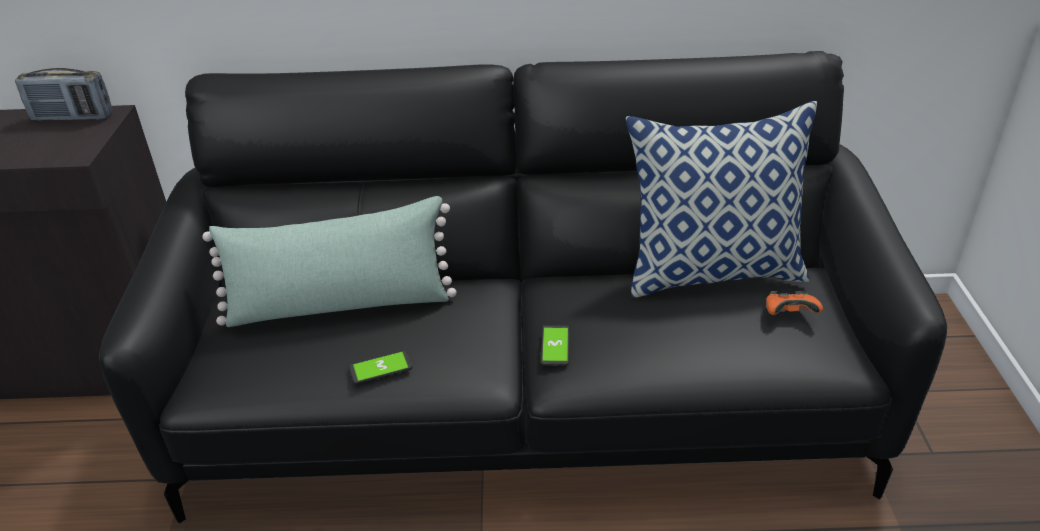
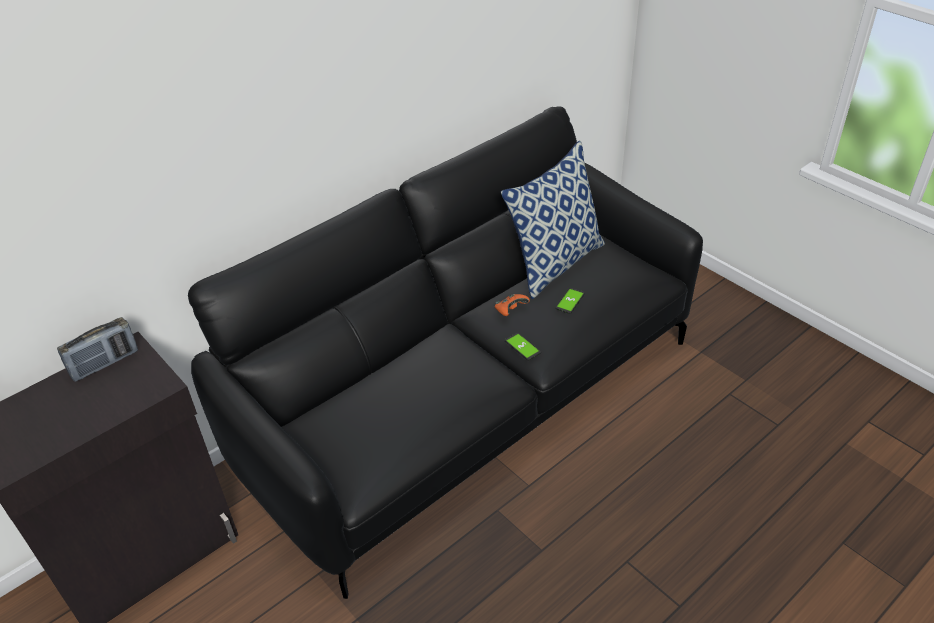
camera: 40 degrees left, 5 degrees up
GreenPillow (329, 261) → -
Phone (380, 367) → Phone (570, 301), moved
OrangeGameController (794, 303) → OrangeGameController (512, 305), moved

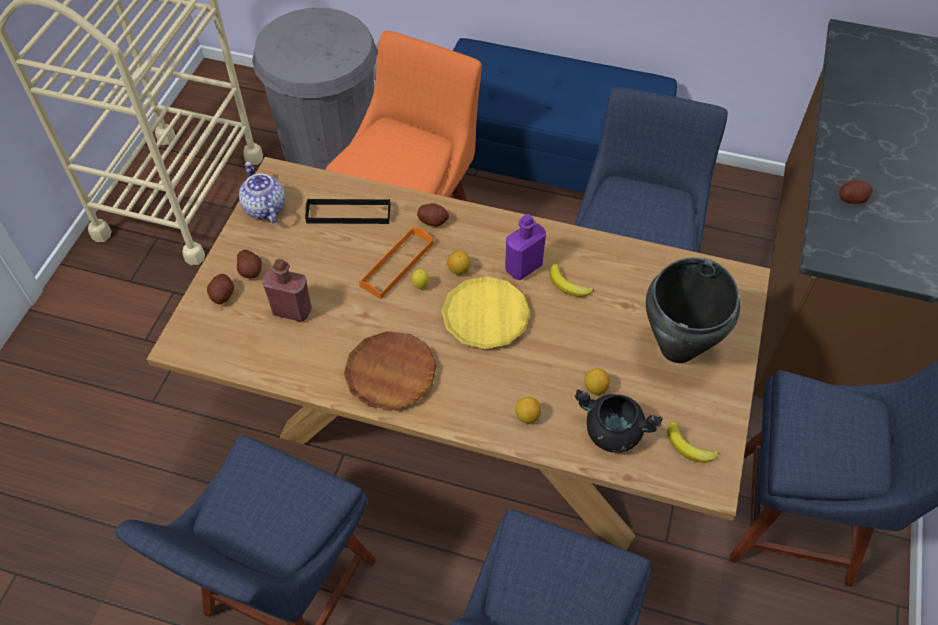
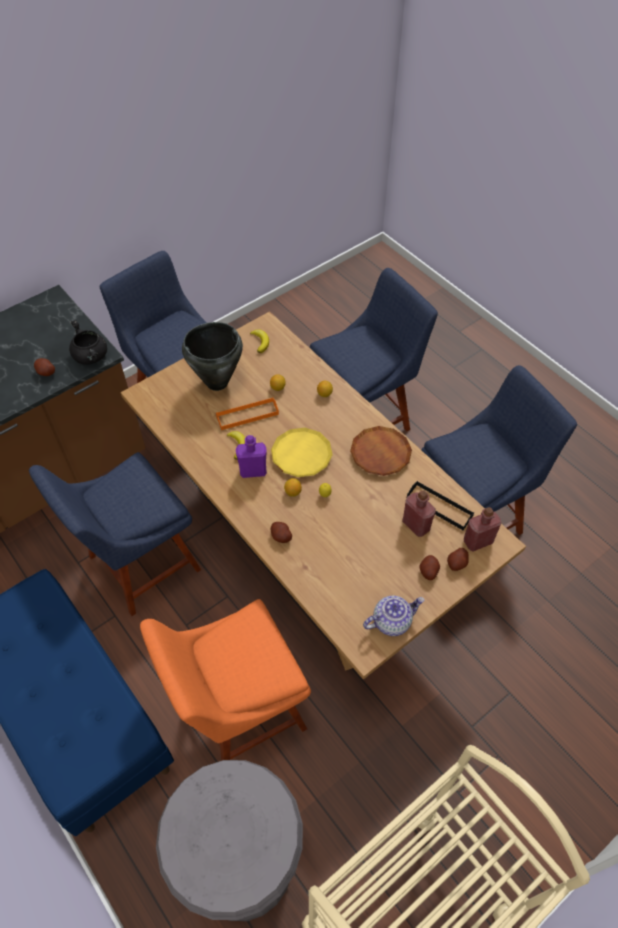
camera: 145 degrees left, 0 degrees up
- → RedBottle (483, 529)
BlackTray (348, 211) → BlackTray (440, 505), moved
OrangeTray (396, 263) → OrangeTray (247, 413), moved
BlackCookingPot (619, 421) → BlackCookingPot (88, 342), moved
Teapot (262, 192) → Teapot (393, 616), 120 degrees counterclockwise

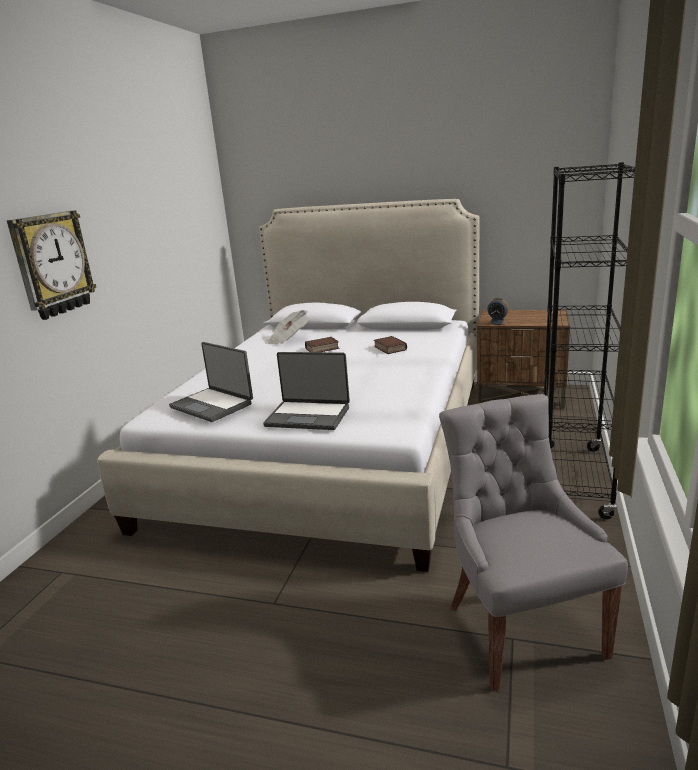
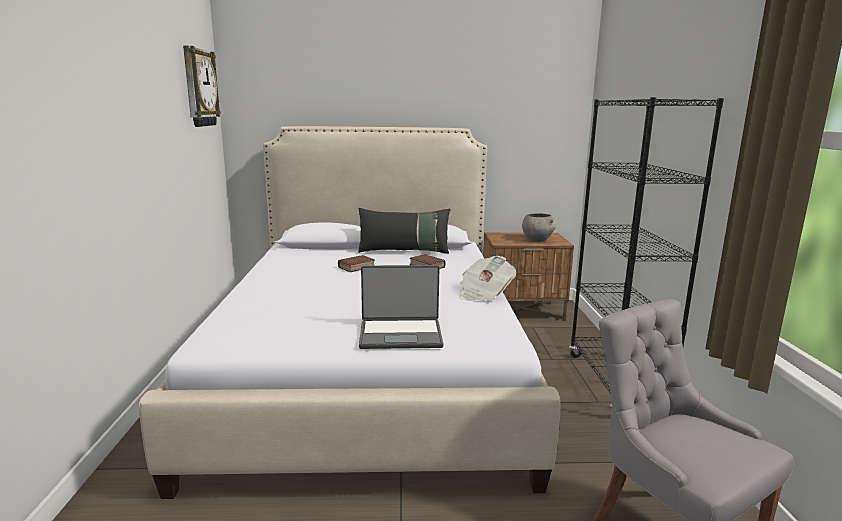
camera: 20 degrees left, 5 degrees down
Laptop (211, 382) → -
AlarmClock (498, 311) → -
- → BlackPillow (404, 231)
- → GreyBowl (539, 227)
WallClock (52, 265) → WallClock (202, 86), moved
Newspaper (287, 327) → Newspaper (487, 278), moved

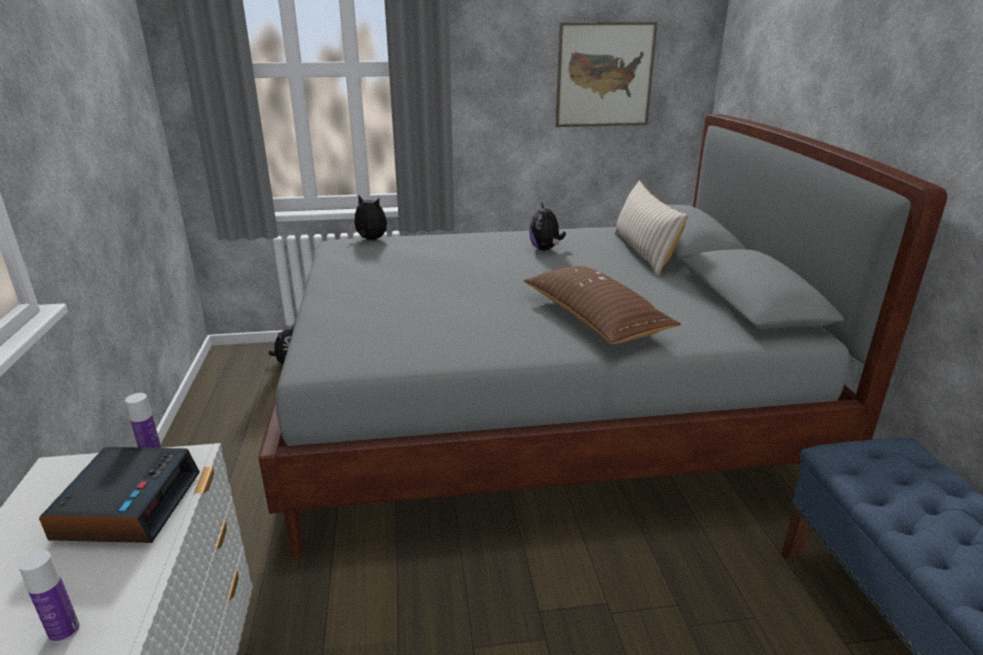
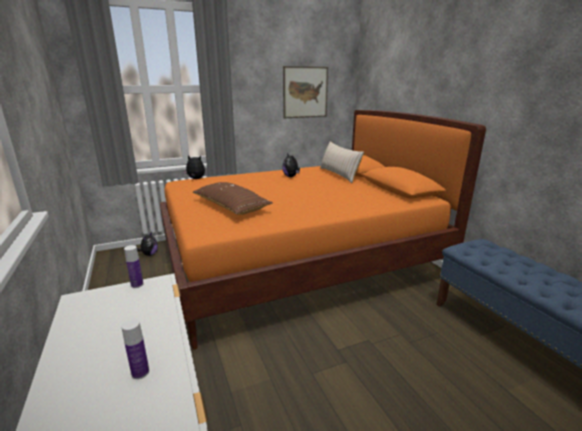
camera: 15 degrees left, 5 degrees down
AlarmClock (119, 495) → -
BrownPillow (602, 305) → BrownPillow (233, 198), moved
GreyBed (603, 335) → OrangeBed (323, 230)

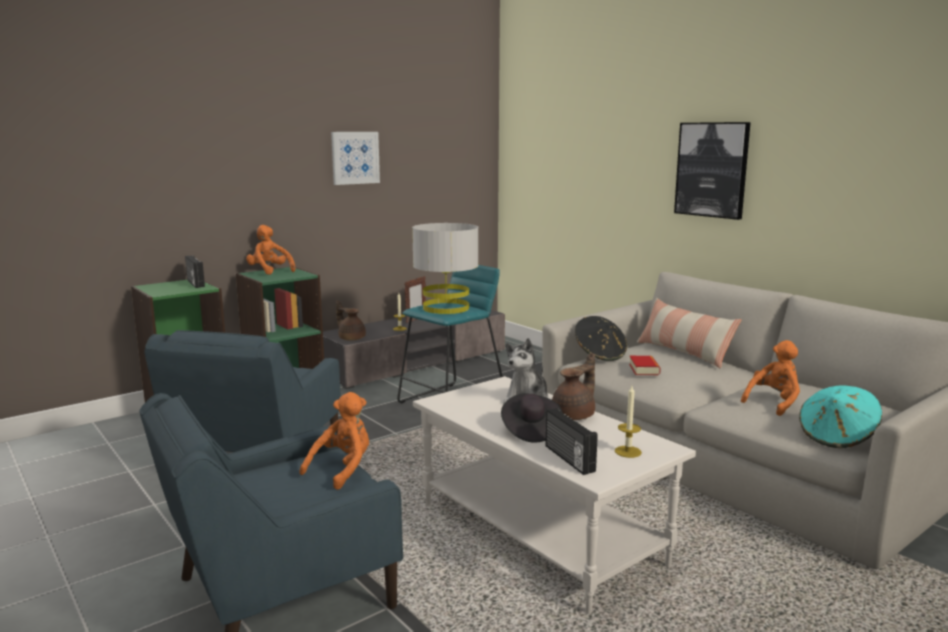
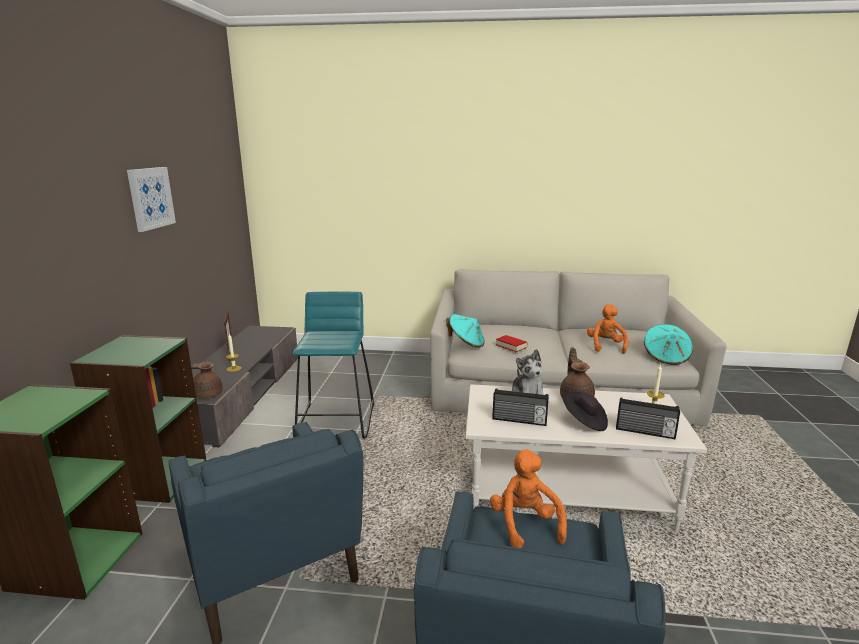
camera: 45 degrees left, 5 degrees up
OrangePlushToy (271, 250) → -
GreyTableLamp (445, 268) → -
Pillow (689, 333) → -
Picture (712, 171) → -
Radio (195, 271) → Radio (520, 407), moved
BlackHat (601, 338) → TurquoiseHat (465, 331)

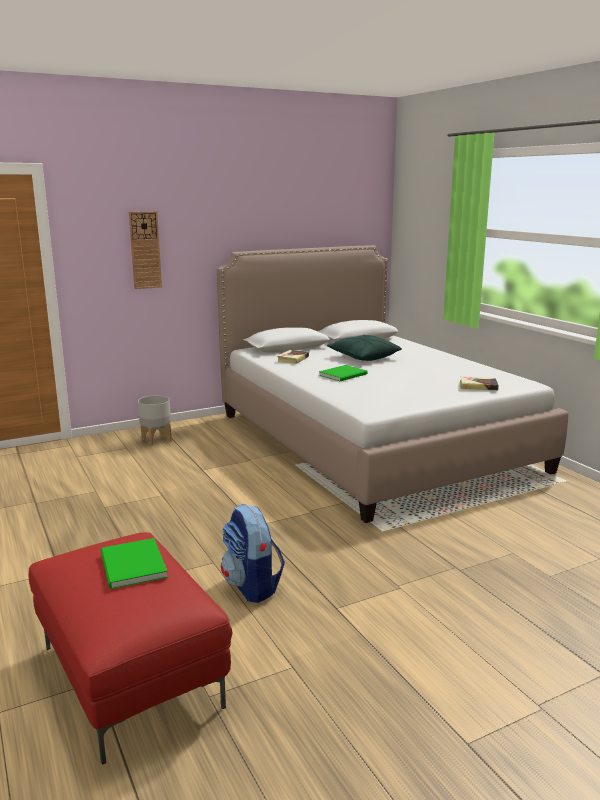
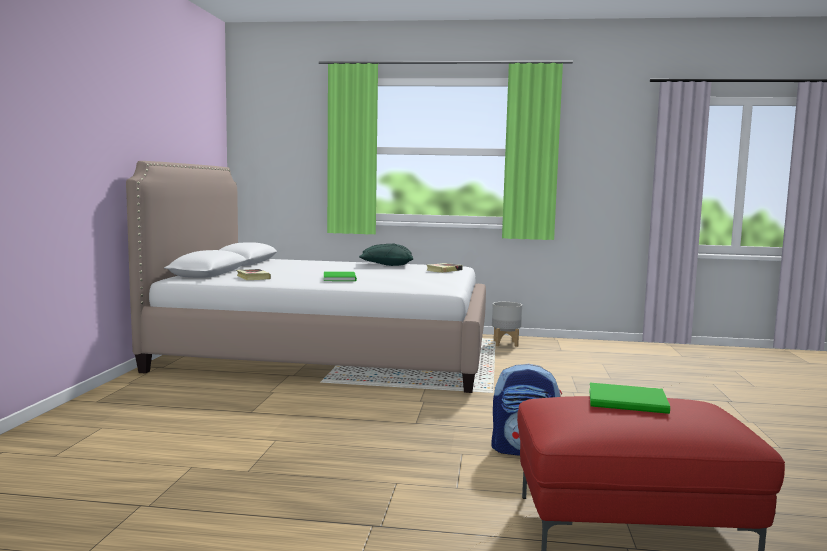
camera: 55 degrees left, 10 degrees down
WallClock (145, 250) → -
GreyPlanter (155, 420) → GreyPlanter (507, 324), moved
GreenPillow (364, 348) → GreenPillow (386, 255), moved

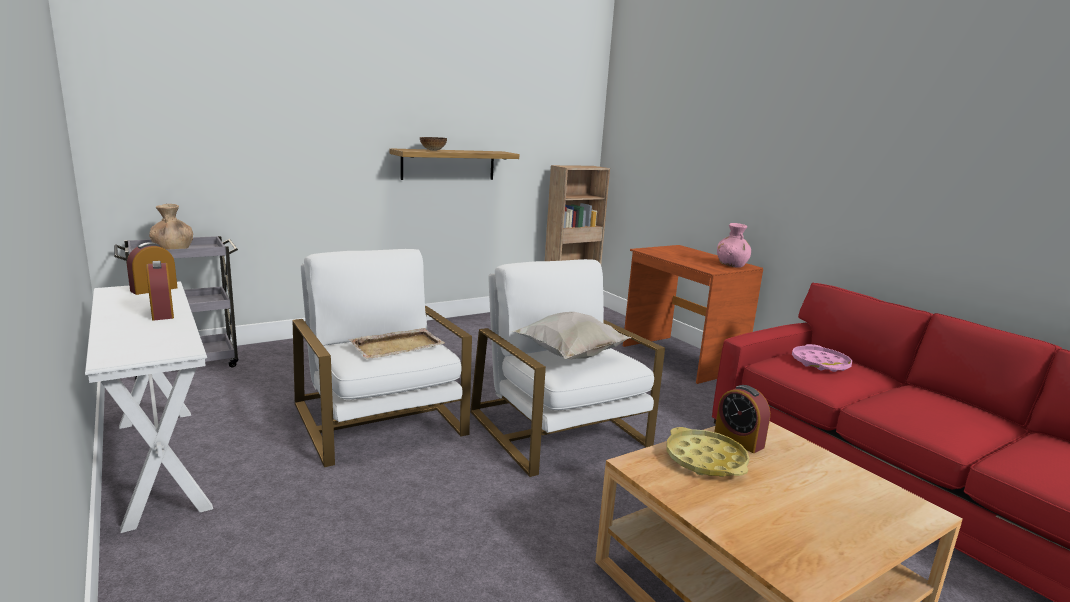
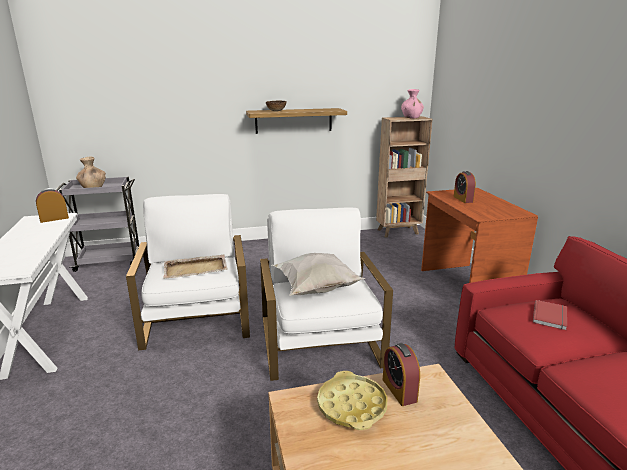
camera: 20 degrees right, 5 degrees up
AlarmClock (160, 290) → AlarmClock (465, 187), moved
PinkVase (734, 245) → PinkVase (412, 104), moved
PinkTray (822, 358) → RedBook (550, 315)

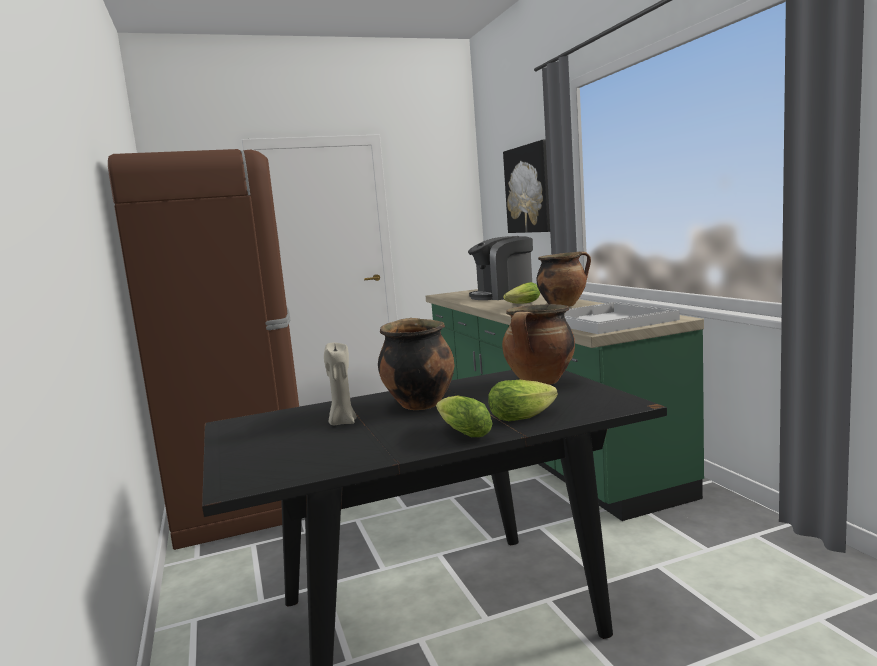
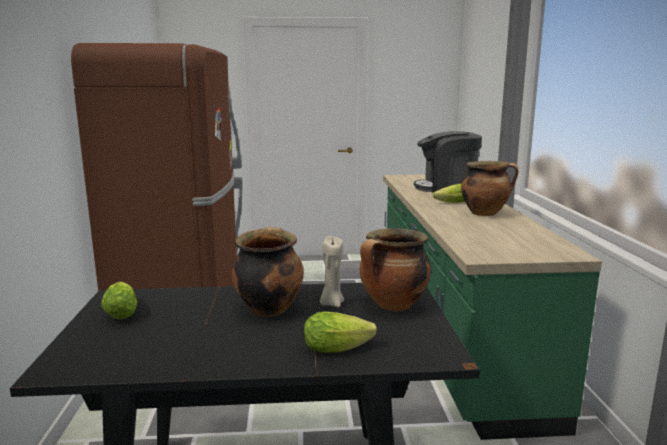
camera: 15 degrees right, 5 degrees up
Picture (526, 186) → -
WhiteTray (622, 318) → -
BeigeCandle (340, 384) → BeigeCandle (332, 271), moved
Lettuce (464, 416) → Lettuce (119, 301), moved

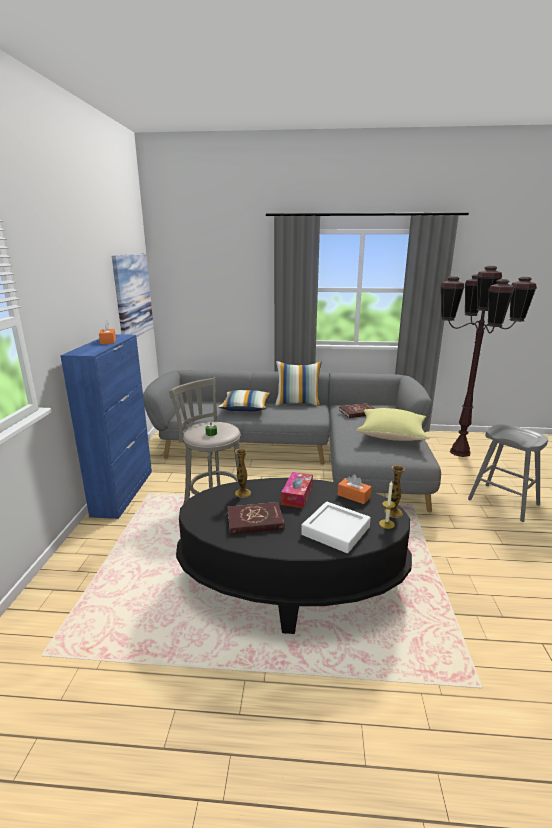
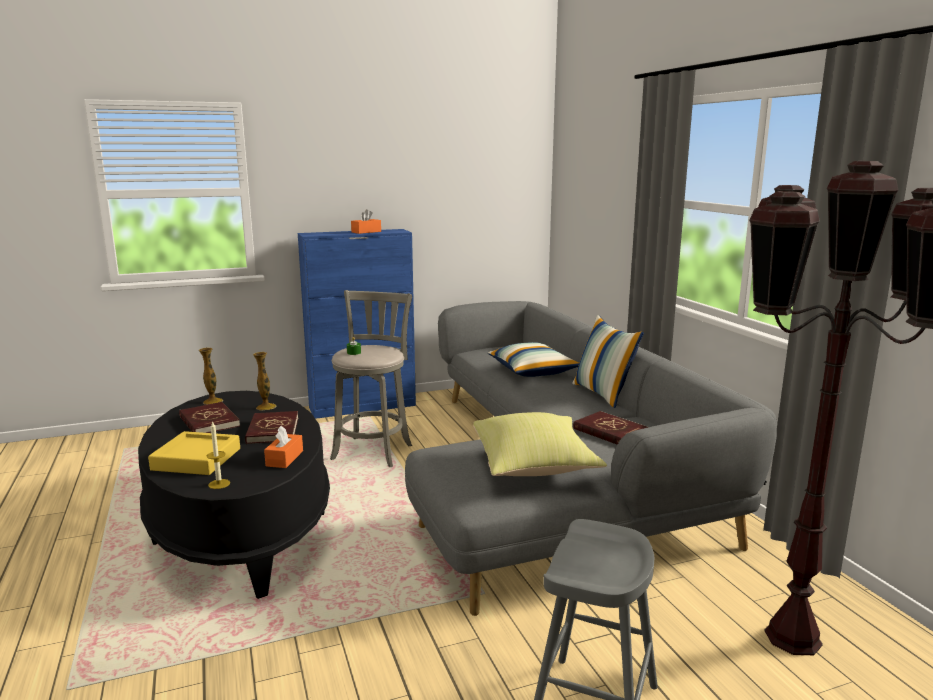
camera: 65 degrees right, 5 degrees down
Picture (133, 295) → -
Vase (395, 491) → Vase (211, 376), moved
TissueBox (297, 490) → RedBook (271, 427)
WhiteTray (336, 527) → YellowTray (194, 453)

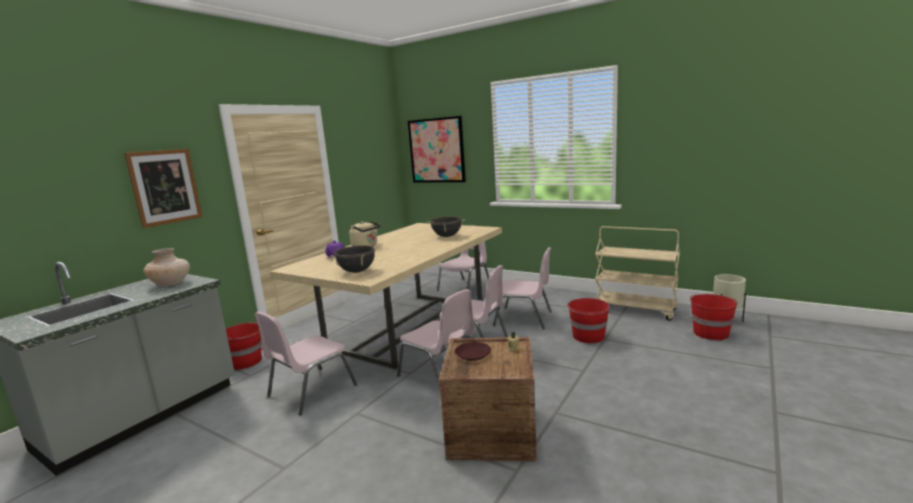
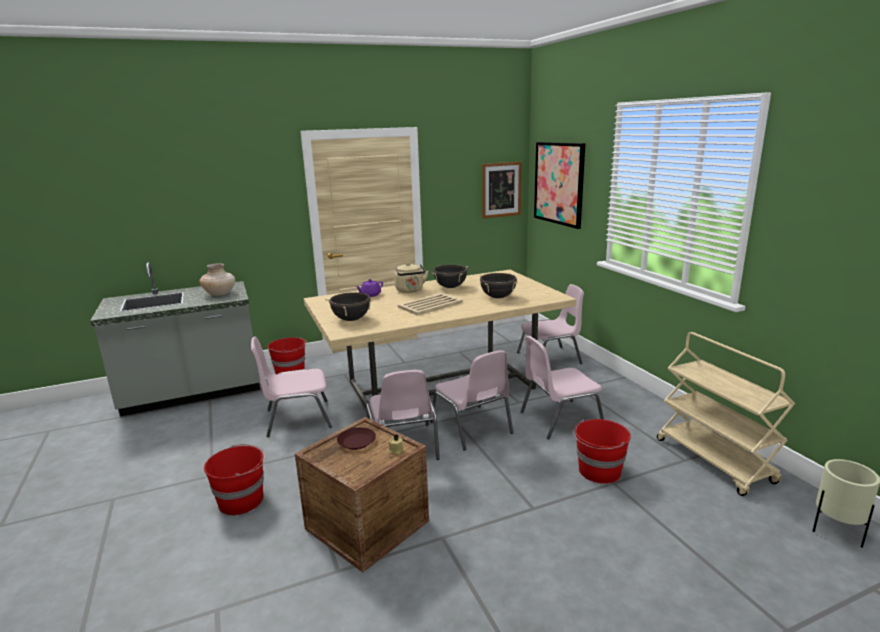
camera: 35 degrees right, 5 degrees up
- → BeigeTray (430, 304)
- → BlackCookingPot (450, 276)
Picture (163, 188) → Picture (502, 190), moved
RedBucket (714, 317) → RedBucket (235, 479), moved
PinkChair (522, 288) → PinkChair (562, 387), 105 degrees clockwise

